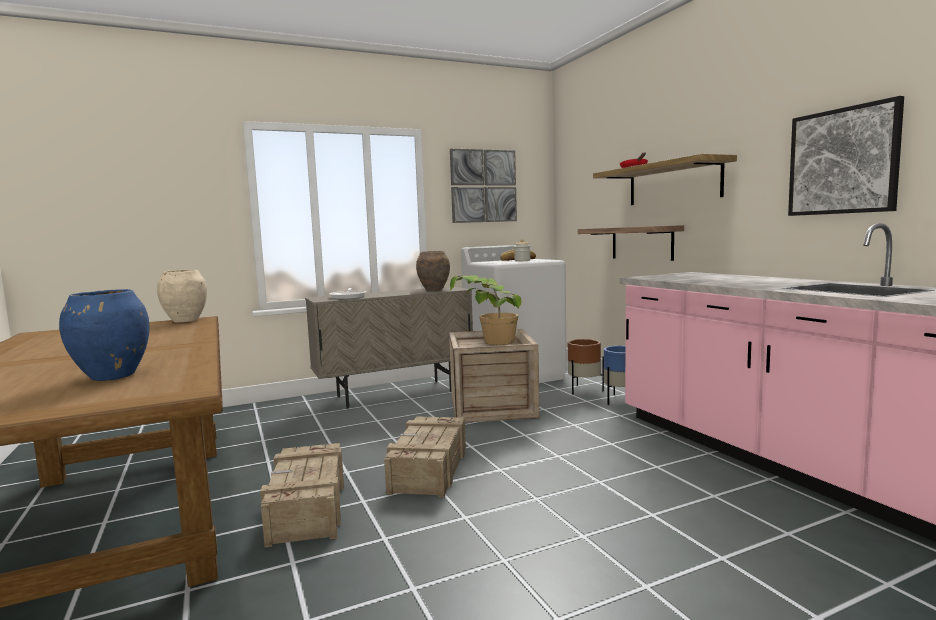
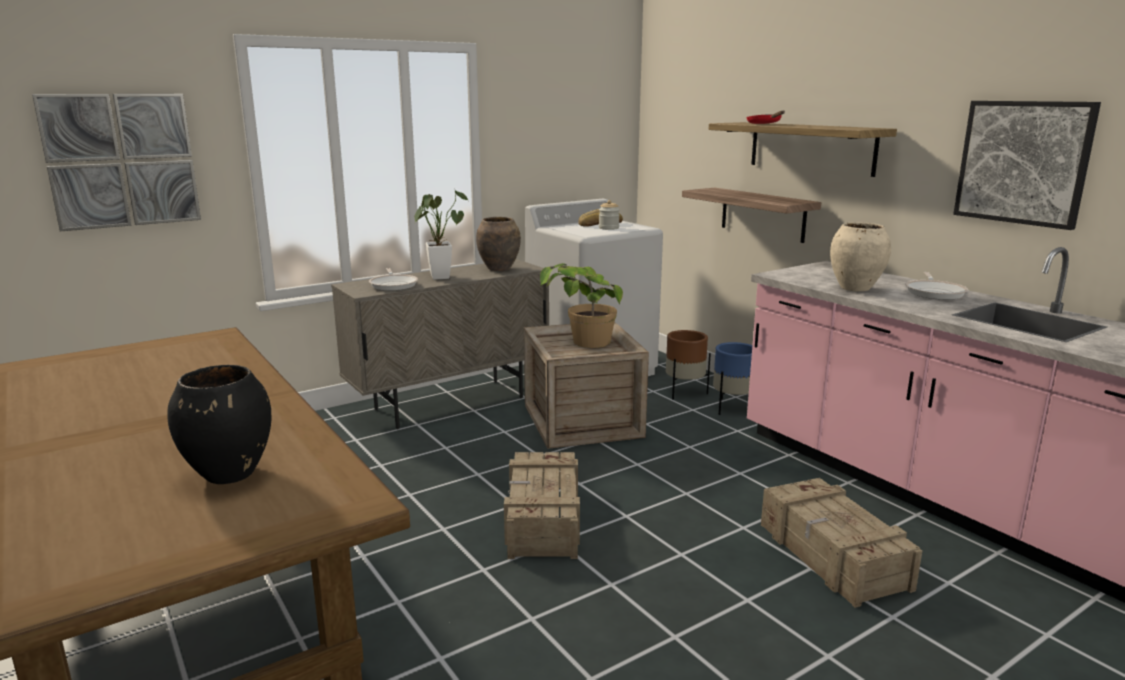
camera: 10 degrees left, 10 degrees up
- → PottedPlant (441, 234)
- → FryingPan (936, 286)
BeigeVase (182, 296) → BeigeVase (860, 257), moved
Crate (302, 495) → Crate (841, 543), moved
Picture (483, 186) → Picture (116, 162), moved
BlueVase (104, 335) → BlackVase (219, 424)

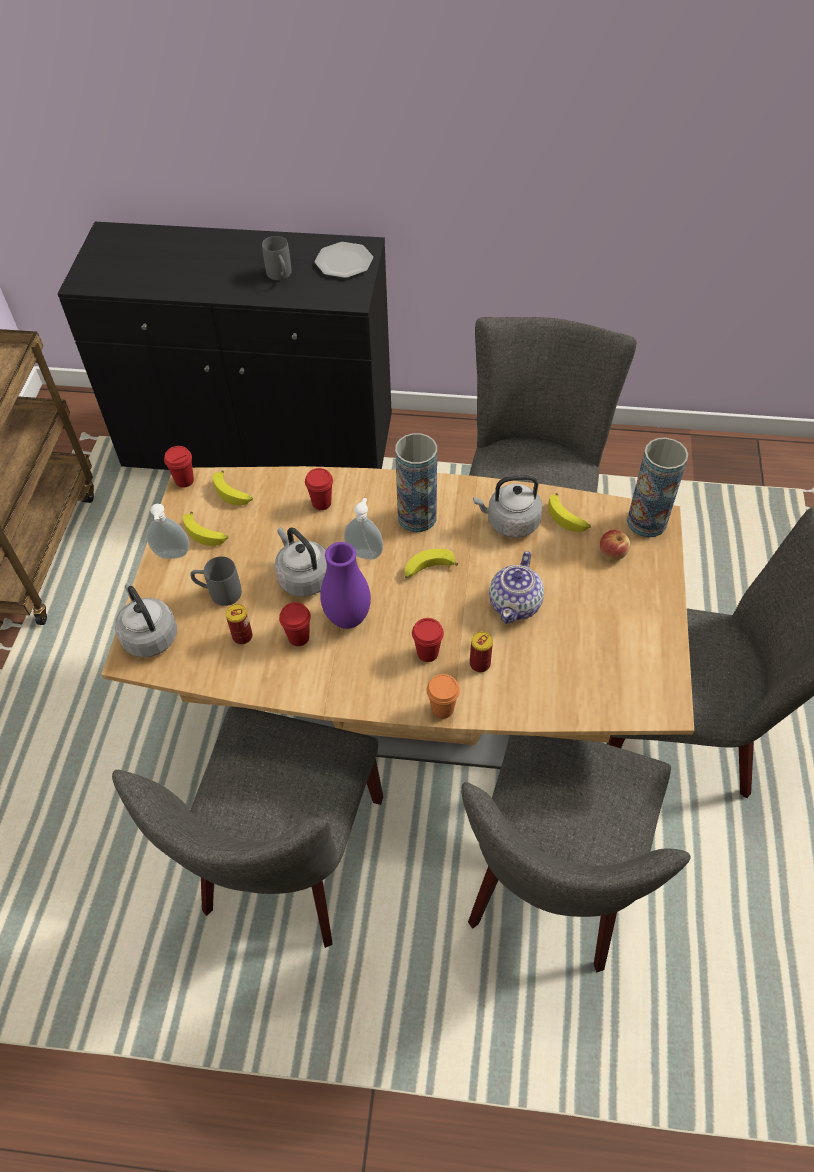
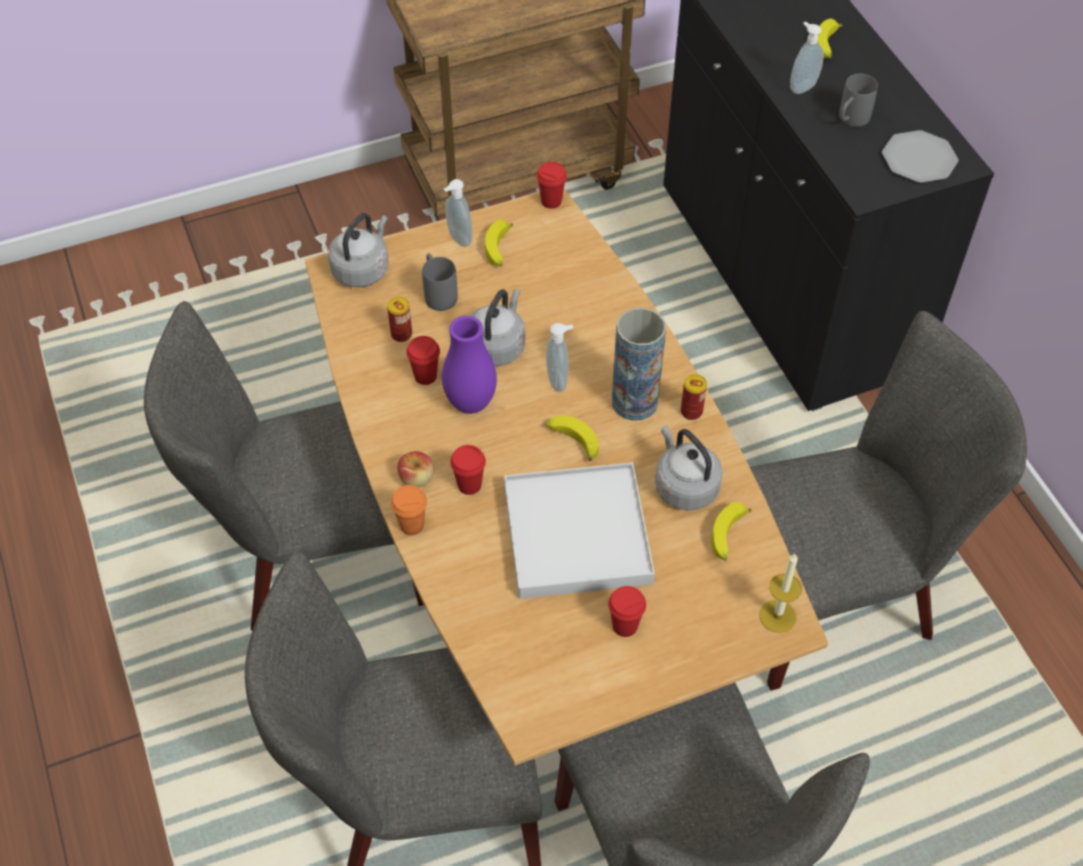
camera: 60 degrees right, 0 degrees up
- → SoapDispenser (807, 57)
Banana (233, 487) → Banana (830, 39), moved
RedCup (319, 489) → RedCup (627, 611), moved
Can (481, 652) → Can (694, 397), moved
Apple (615, 545) → Apple (415, 469), moved
Teapot (516, 587) → WhiteTray (579, 531)
Vase (657, 487) → Candle (780, 593)

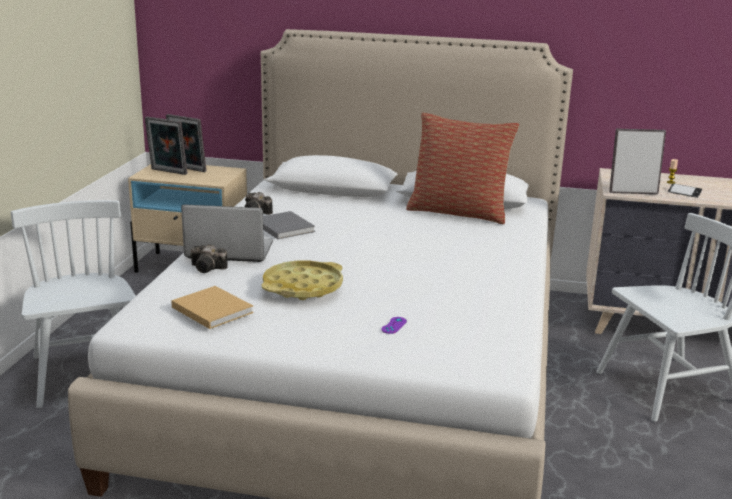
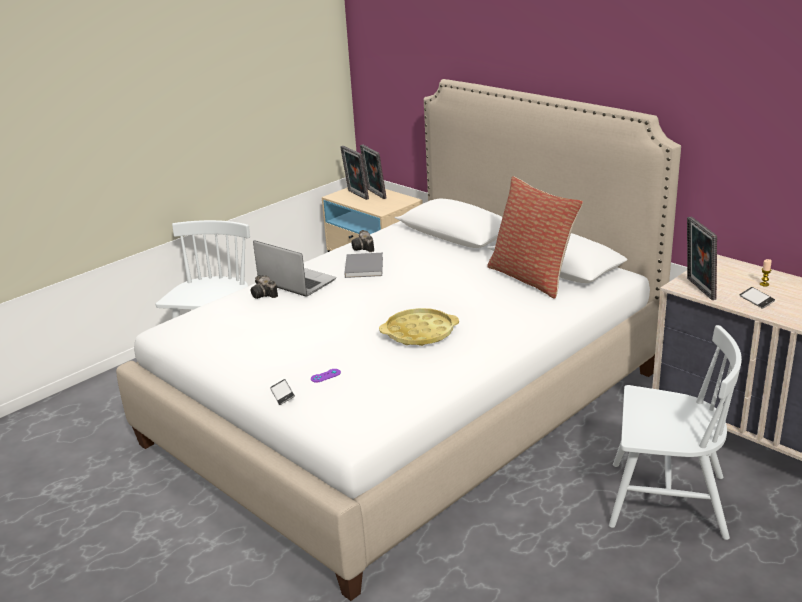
camera: 35 degrees right, 5 degrees up
BeigeBook (212, 307) → -
- → Phone (282, 392)
YellowTray (302, 280) → YellowTray (419, 327), moved
PictureFrame (637, 161) → PictureFrame (702, 258), 135 degrees counterclockwise

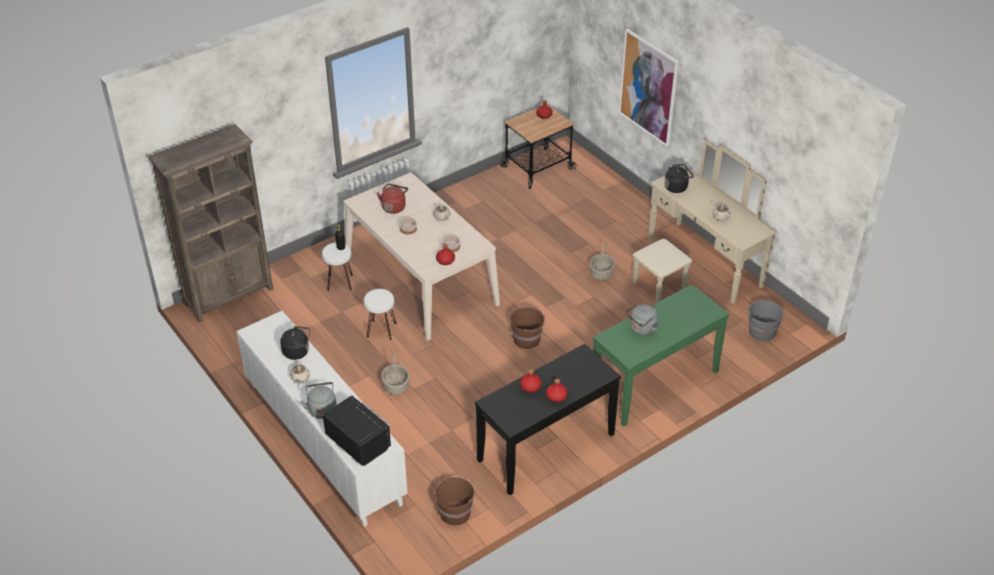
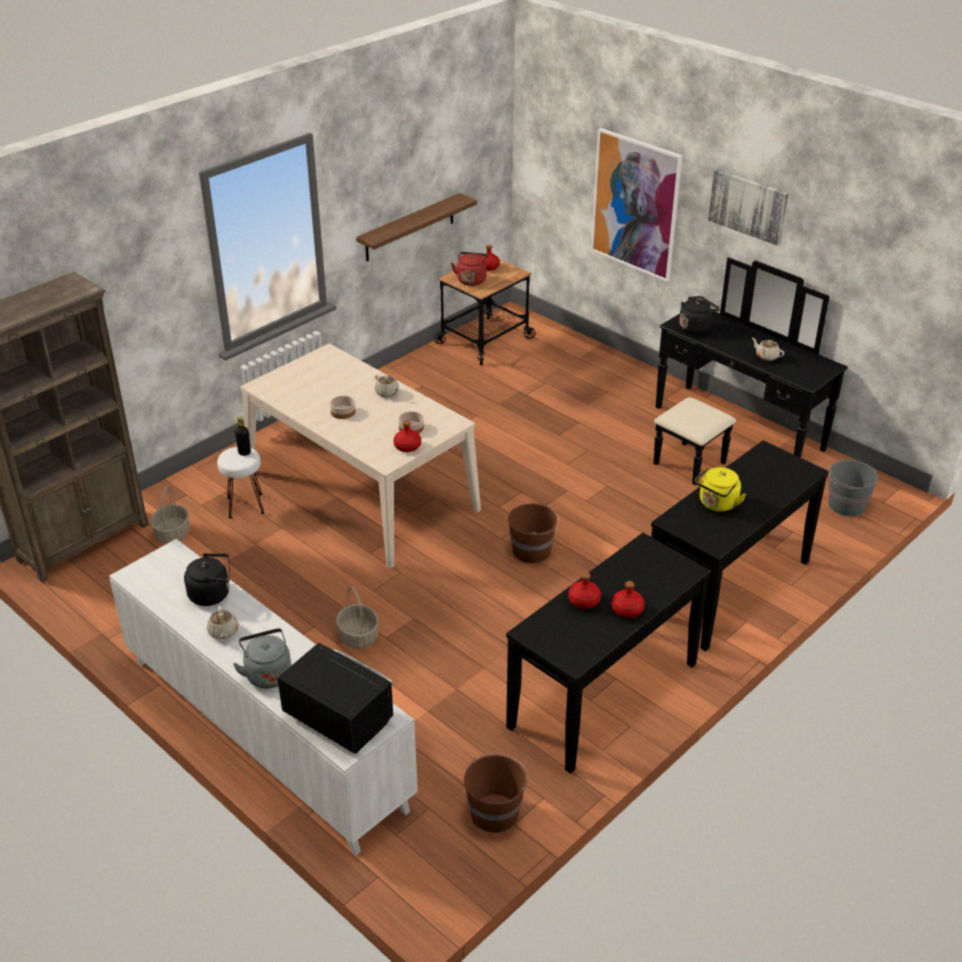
camera: 10 degrees left, 5 degrees down
WhiteStool (380, 314) → -
- → Shelf (416, 227)
- → Picture (748, 207)
RedKettle (392, 199) → RedKettle (469, 269), moved
Basket (602, 261) → Basket (170, 515), moved
GreenConsoleTable (661, 355) → BlackConsoleTable (740, 545)
GreyKettle (642, 319) → YellowKettle (720, 489)
BeigeDresser (704, 221) → BlackDresser (751, 371)

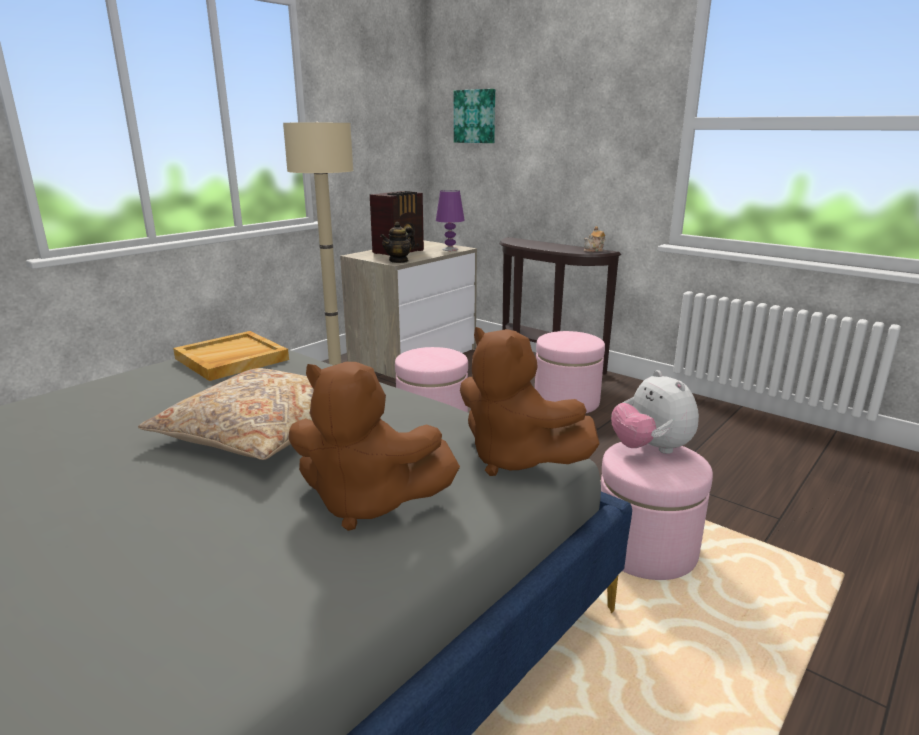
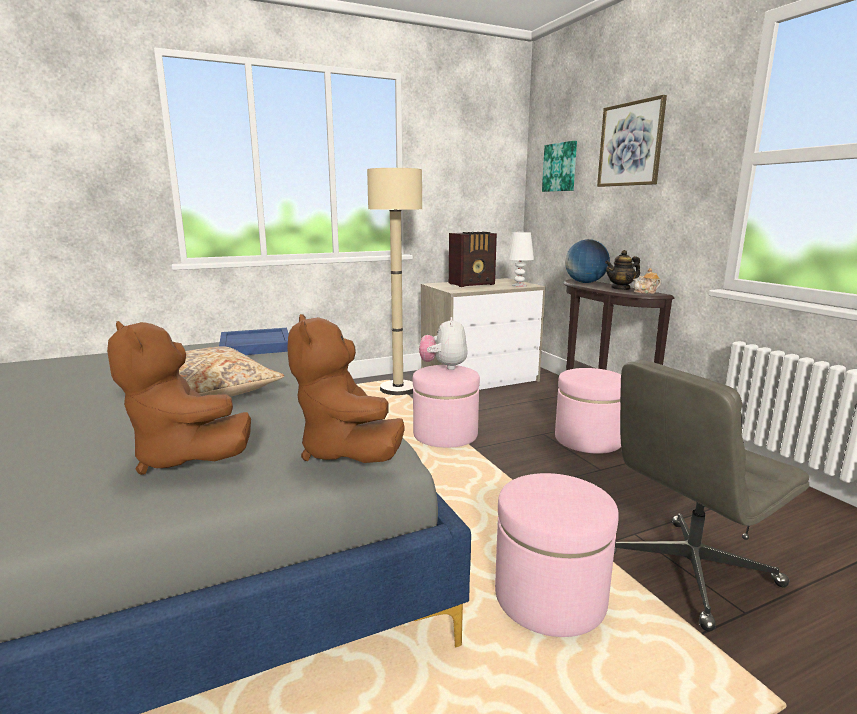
camera: 25 degrees right, 5 degrees down
- → Globe (587, 261)
- → Picture (632, 141)
- → GreyOfficeChair (711, 496)
Teapot (398, 242) → Teapot (622, 270), moved
PlushToy (655, 412) → PlushToy (443, 343), moved
BeigeTray (231, 356) → BlueTray (254, 341)
PurpleTableLamp (450, 220) → WhiteTableLamp (520, 259)

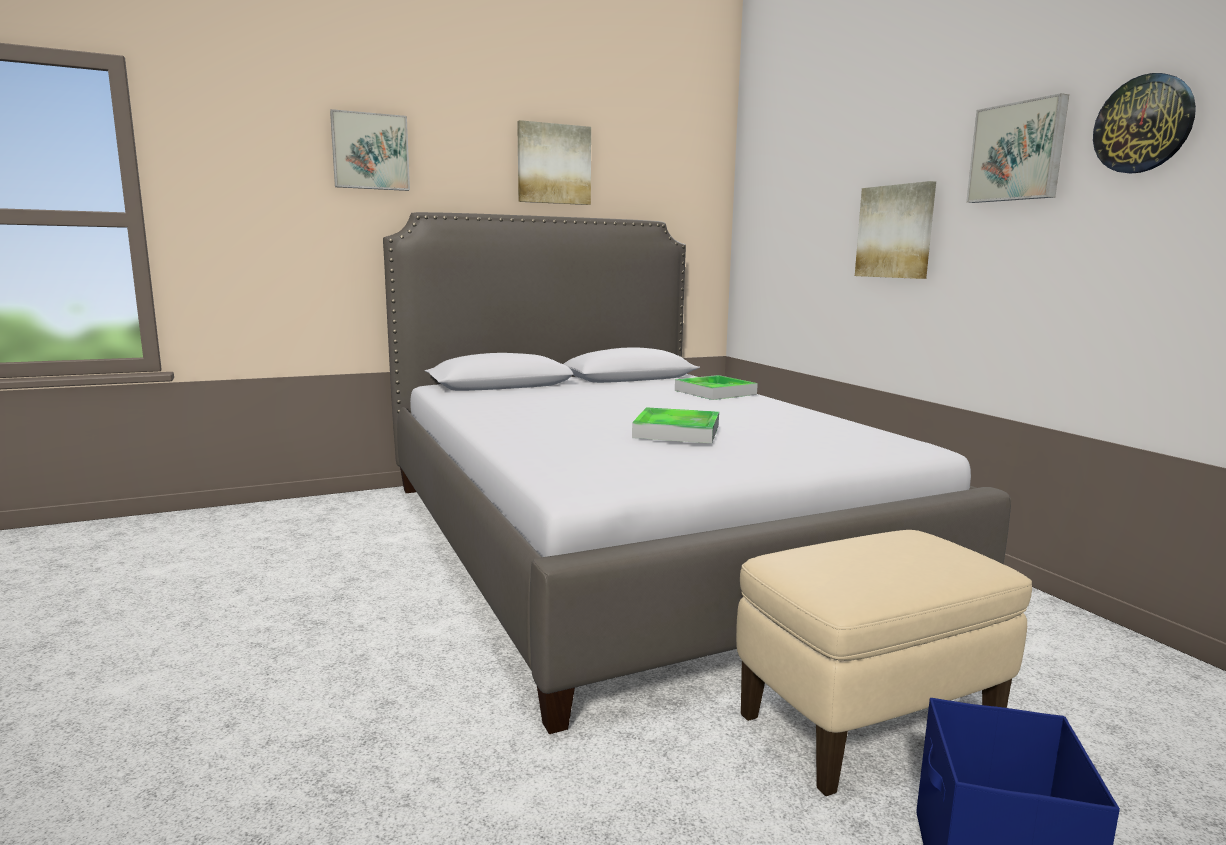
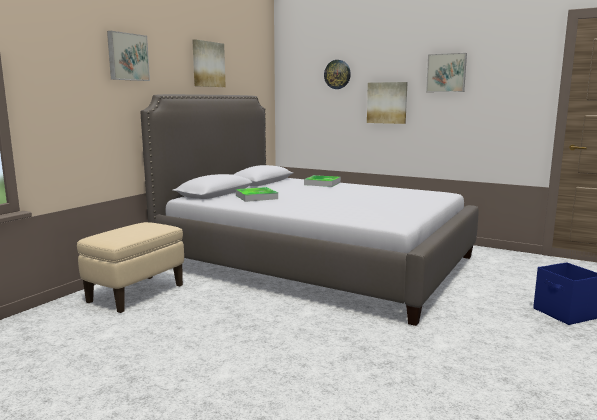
camera: 35 degrees left, 0 degrees up
Tray (675, 425) → Tray (257, 194), moved
BeigeOttoman (884, 663) → BeigeOttoman (130, 267), moved
WallClock (1144, 123) → WallClock (337, 74), moved

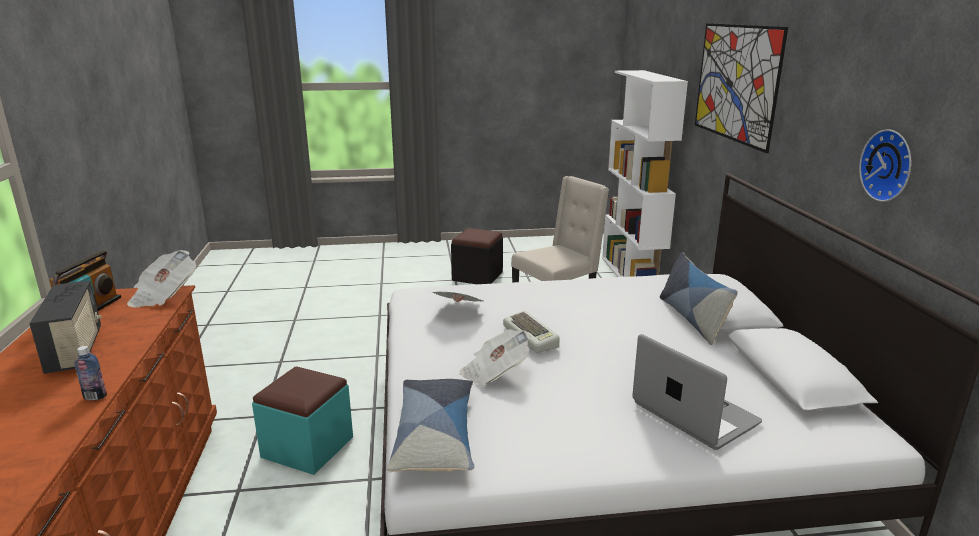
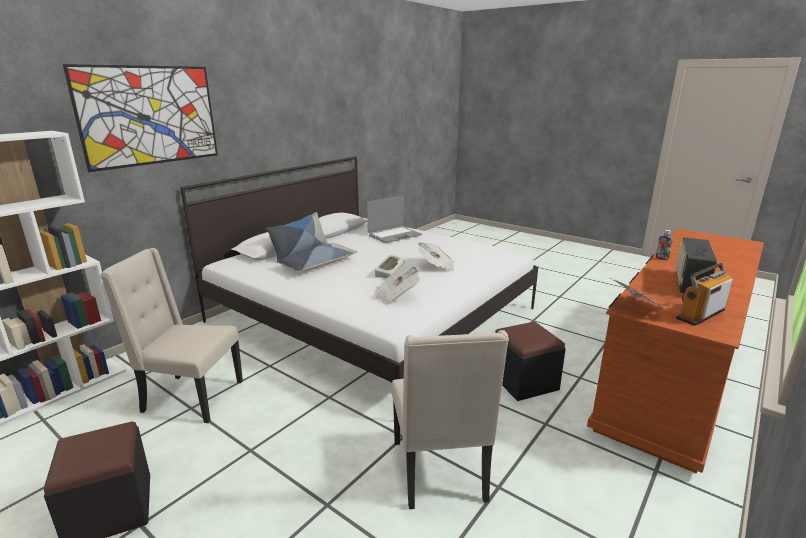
camera: 135 degrees left, 0 degrees up
WallClock (885, 165) → -
- → BeigeChair (450, 419)
Pillow (430, 425) → Pillow (317, 257), moved
TurquoiseOttoman (302, 420) → BlackOttoman (530, 361)
Laptop (697, 392) → Laptop (394, 219), 135 degrees counterclockwise

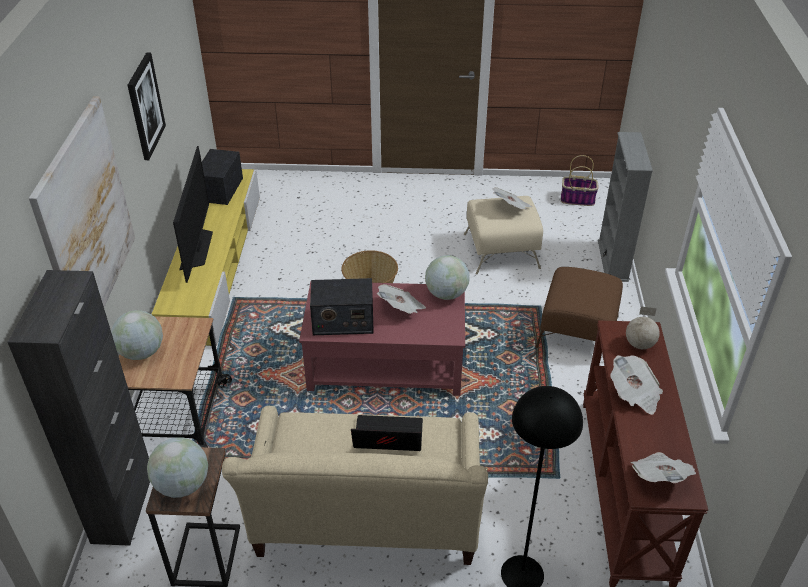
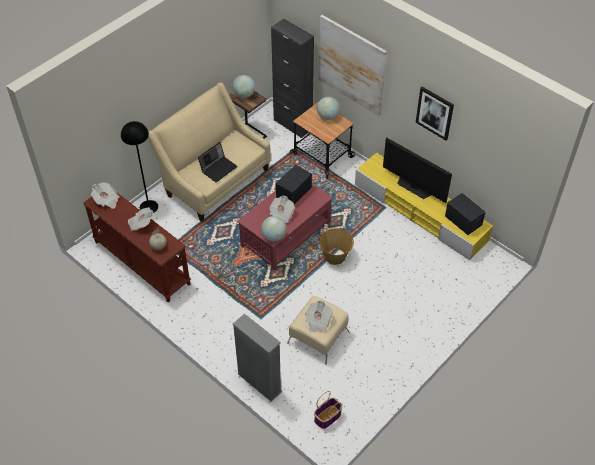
camera: 130 degrees right, 10 degrees up
BrownOttoman (579, 307) → -

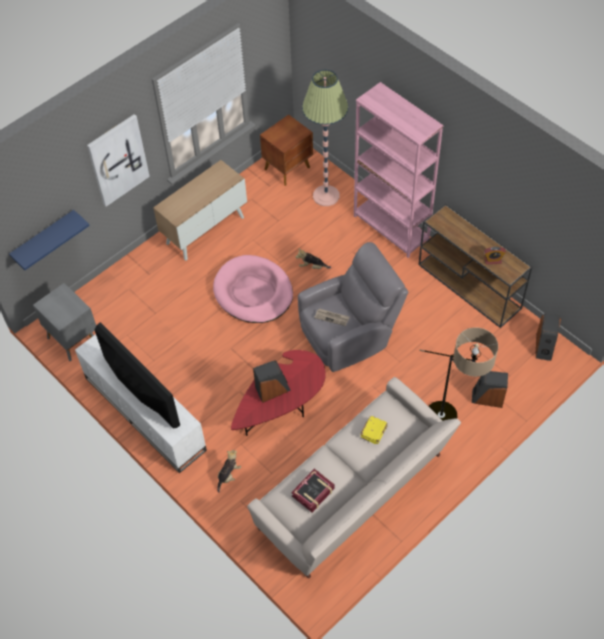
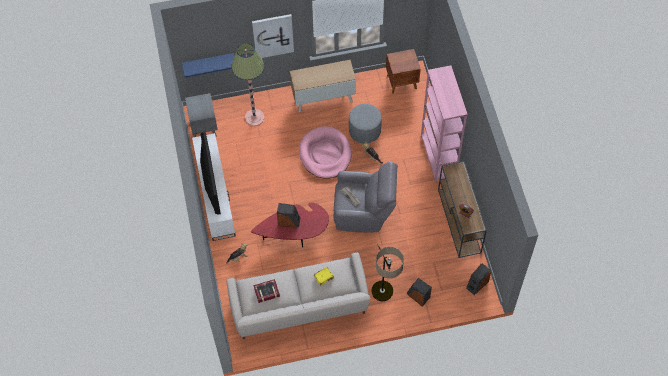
camera: 30 degrees right, 5 degrees up
- → GreyOttoman (365, 124)
FloorLamp (325, 138) → FloorLamp (247, 84), moved

